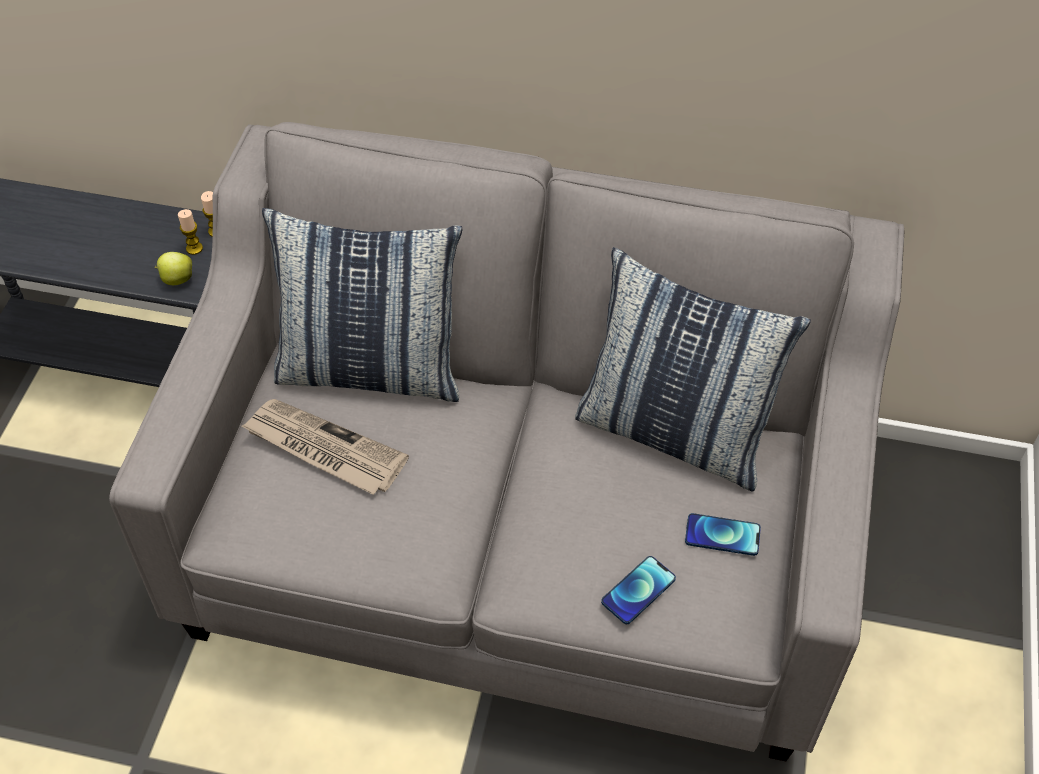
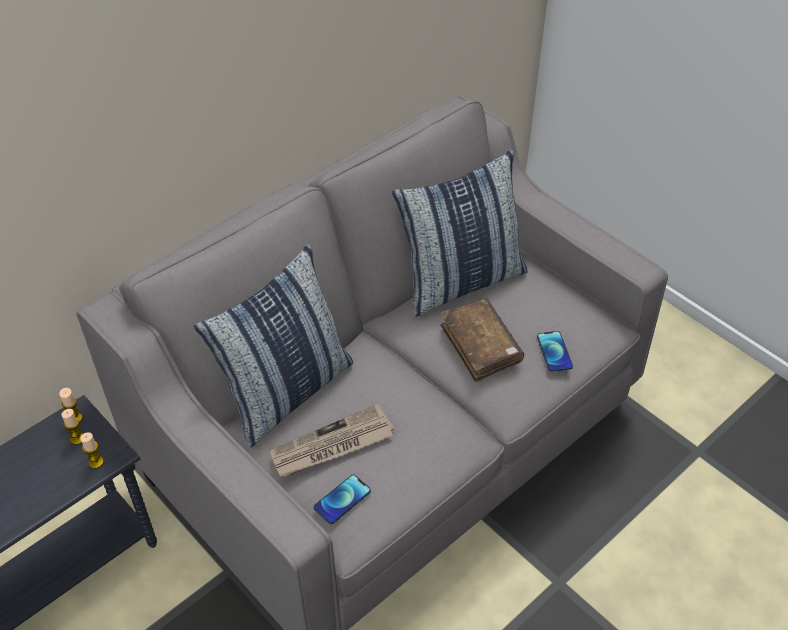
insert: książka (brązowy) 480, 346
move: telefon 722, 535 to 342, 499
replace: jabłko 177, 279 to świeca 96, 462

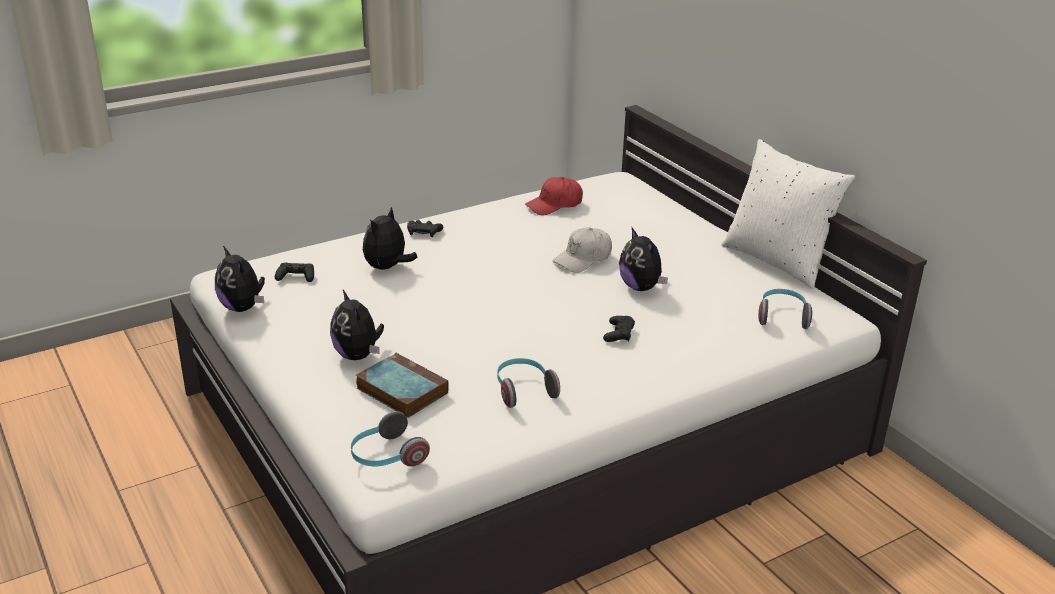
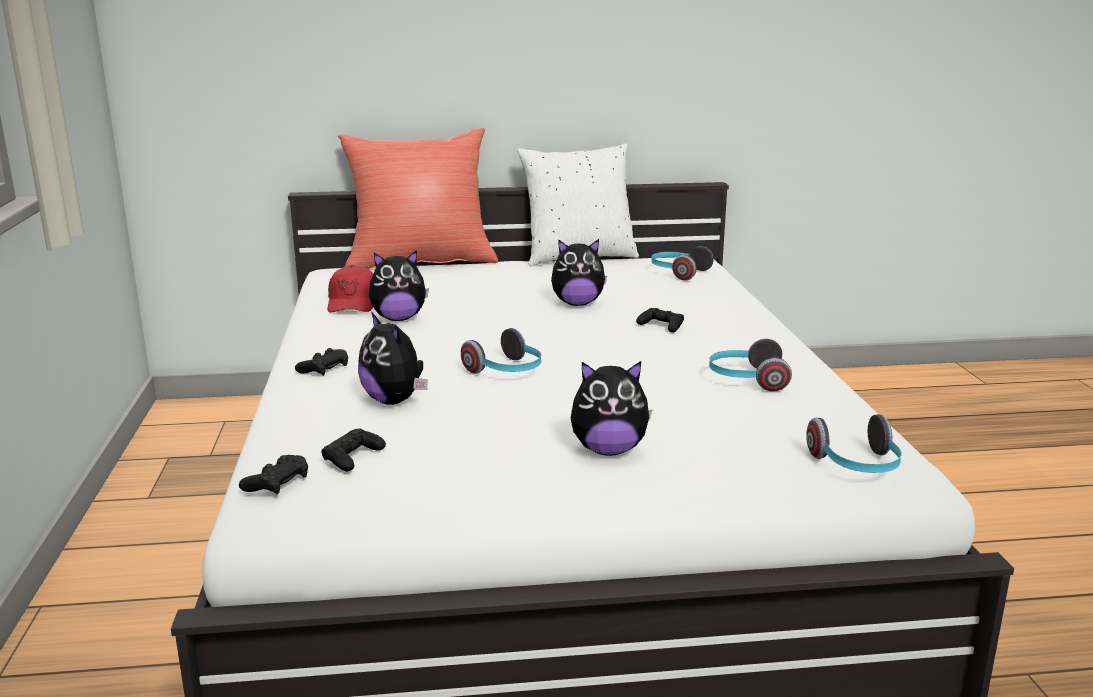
delete: czapka z daszkiem (biały) 583, 259; książka 400, 390
insert: poduszka (czerwony) 420, 262; słuchawki 507, 371; pad do gier (czarny) 277, 482
move: pluszak 243, 307 to 398, 318

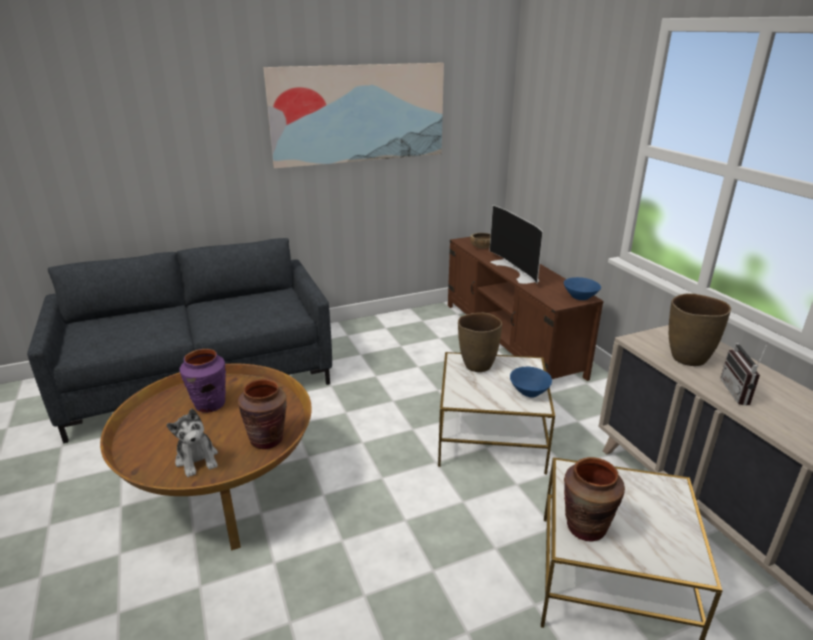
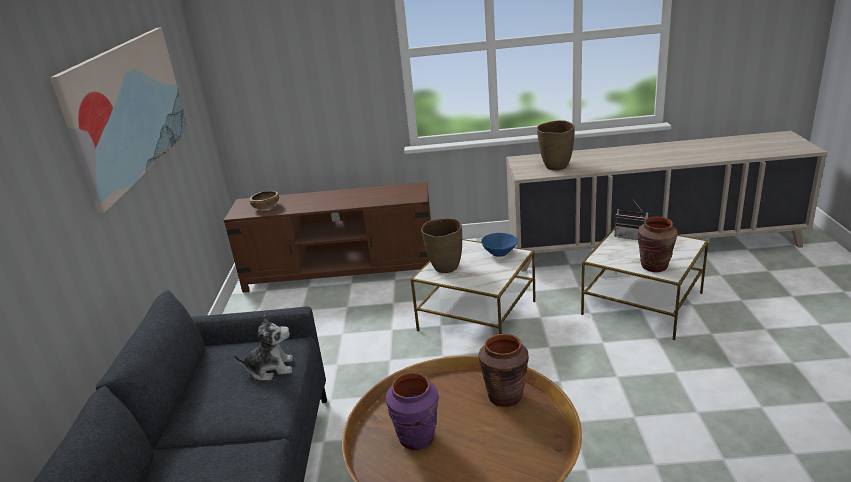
delete: telewizor 517, 270; miska (niebieski) 580, 298
move: radio 740, 393 to 632, 236; pluszak 197, 459 to 270, 368

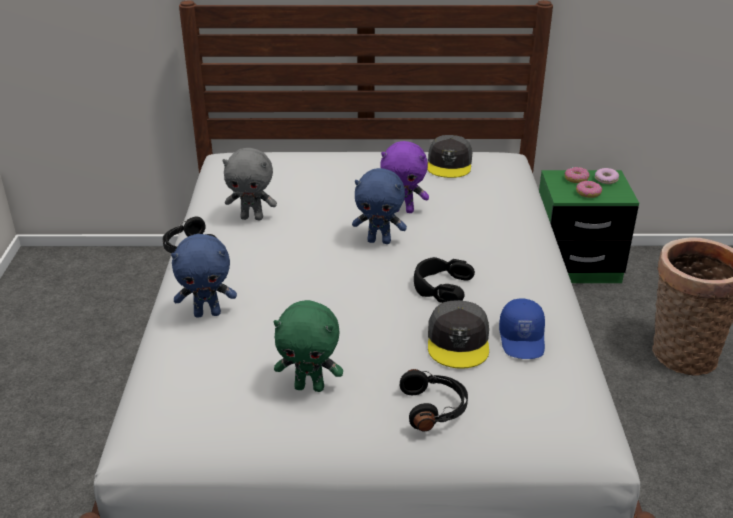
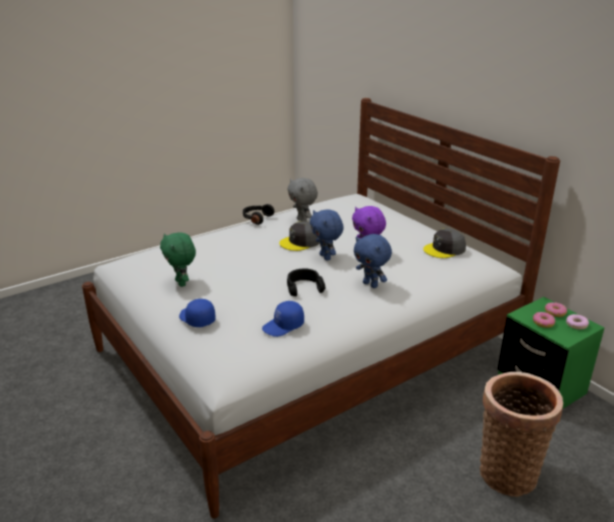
move: pluszak (niebieski) 208, 313 to 371, 284; czapka z daszkiem (szary) 458, 342 to 300, 242
replace: słuchawki (czarny) 434, 408 to czapka z daszkiem (niebieski) 196, 319

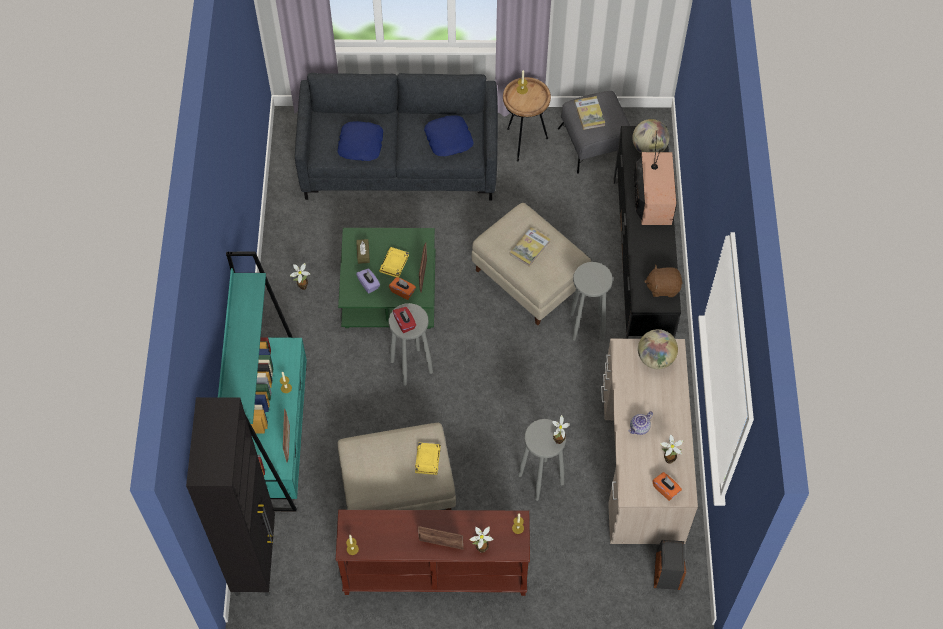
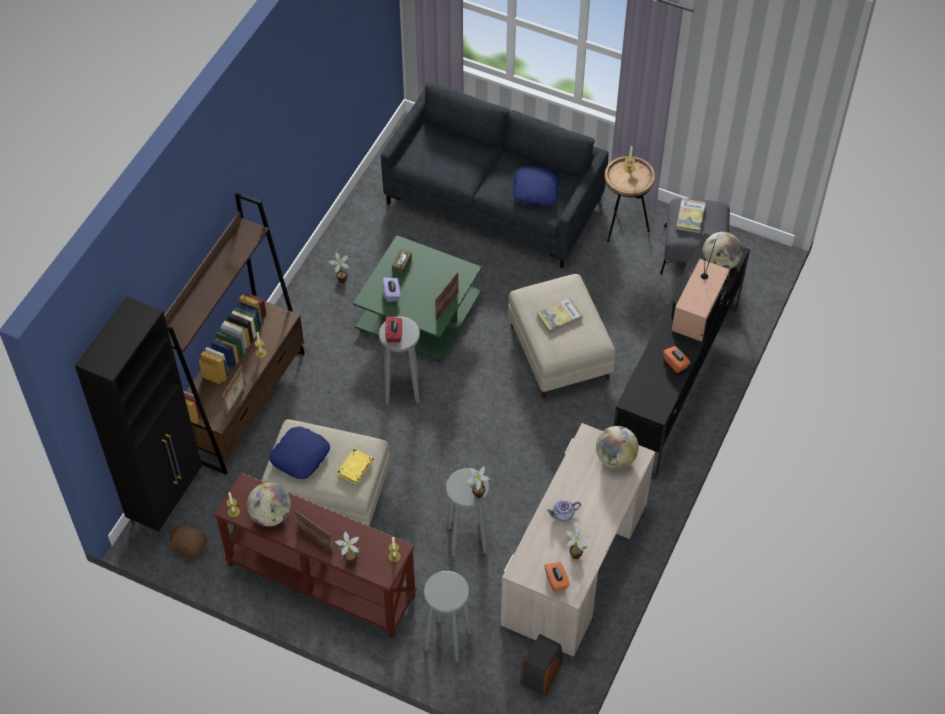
delete: książka (żółty) 394, 264
insert: globus 271, 515
move: poduszka (niebieski) 361, 145 to 300, 456; stołek (szary) 586, 326 to 447, 639; pluszak (brązowy) 663, 287 to 189, 546; pudełko chusteczek (pomarańczowy) 402, 291 to 675, 363
recolor: regał (turkusowy) 276, 437 to regał (brązowy) 244, 402

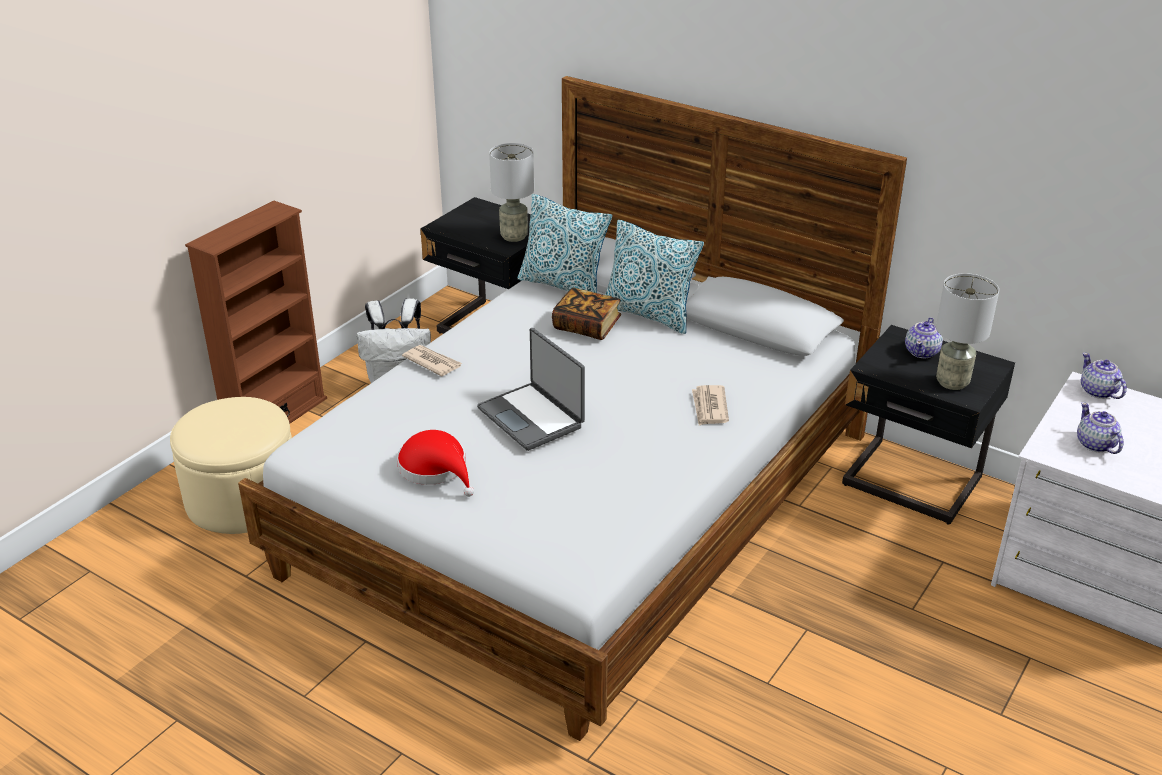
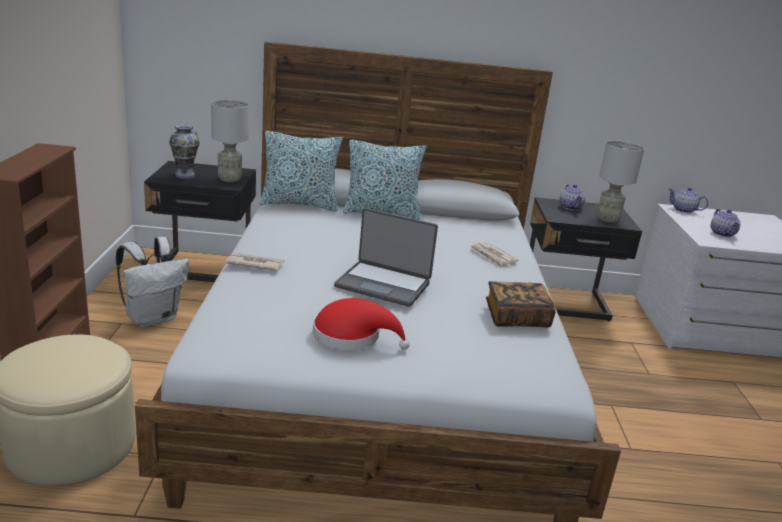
insert: wazon 185, 175
move: książka 586, 326 to 516, 318
rotate: imbryk 1095, 445 = 722, 233 135 degrees counterclockwise

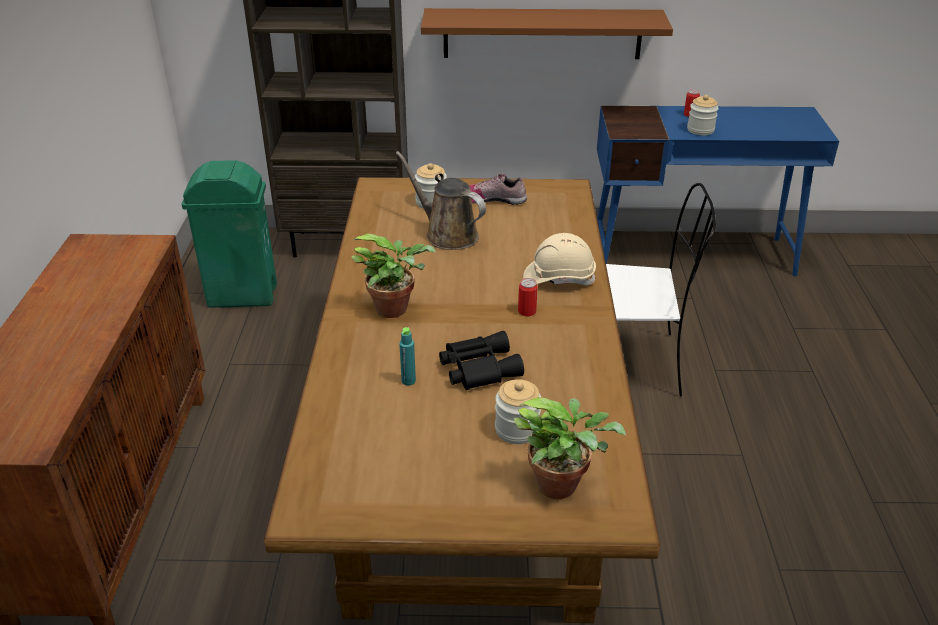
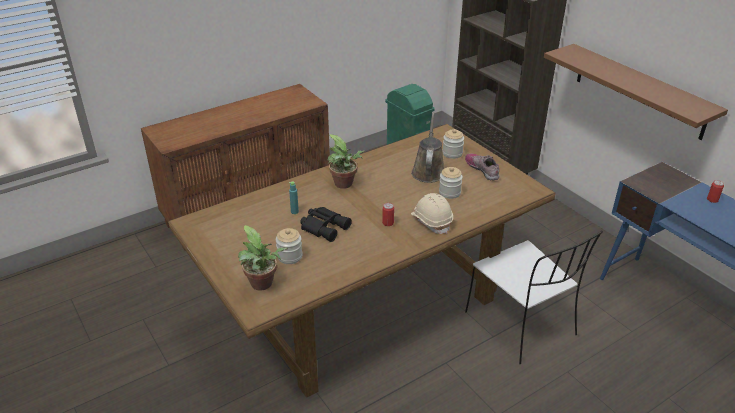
move: słoik 700, 130 to 449, 192

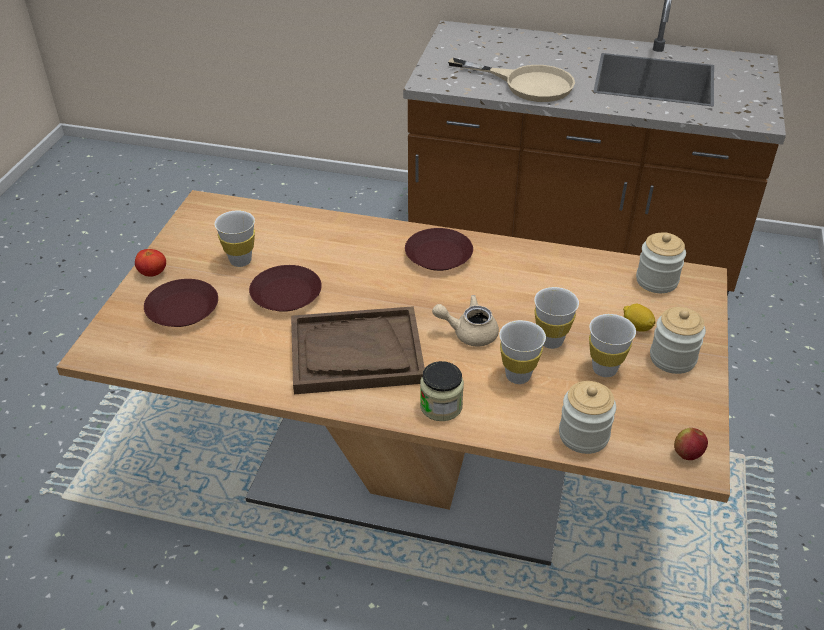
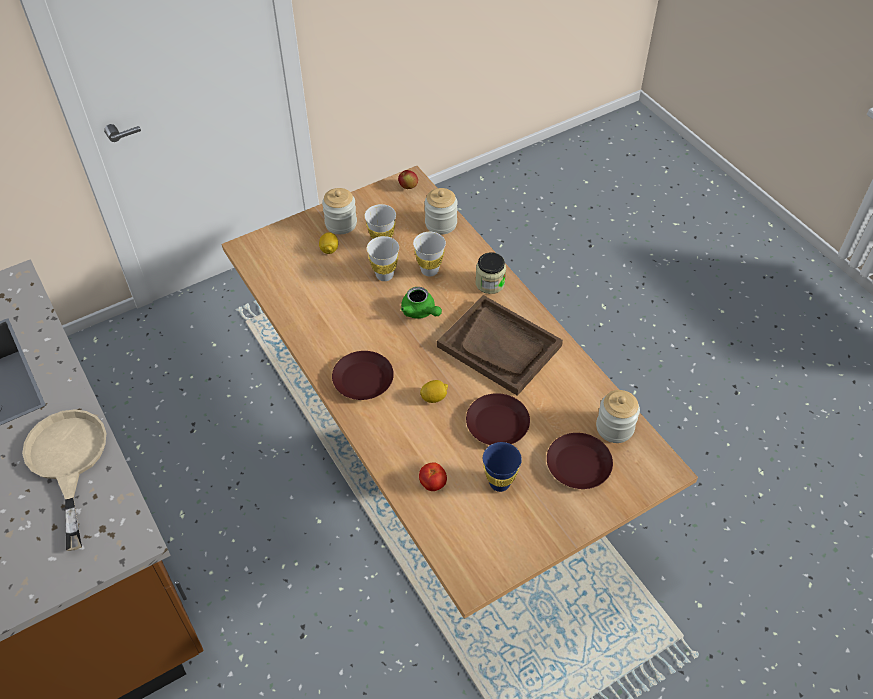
insert: cytryna 434, 397
move: słoik 656, 281 to 614, 428; pomidor 153, 273 to 433, 484
recolor: filiżanka (biały) 240, 260 to filiżanka (niebieski) 499, 483; imbryk (beżowy) 468, 332 to imbryk (zielony) 420, 312

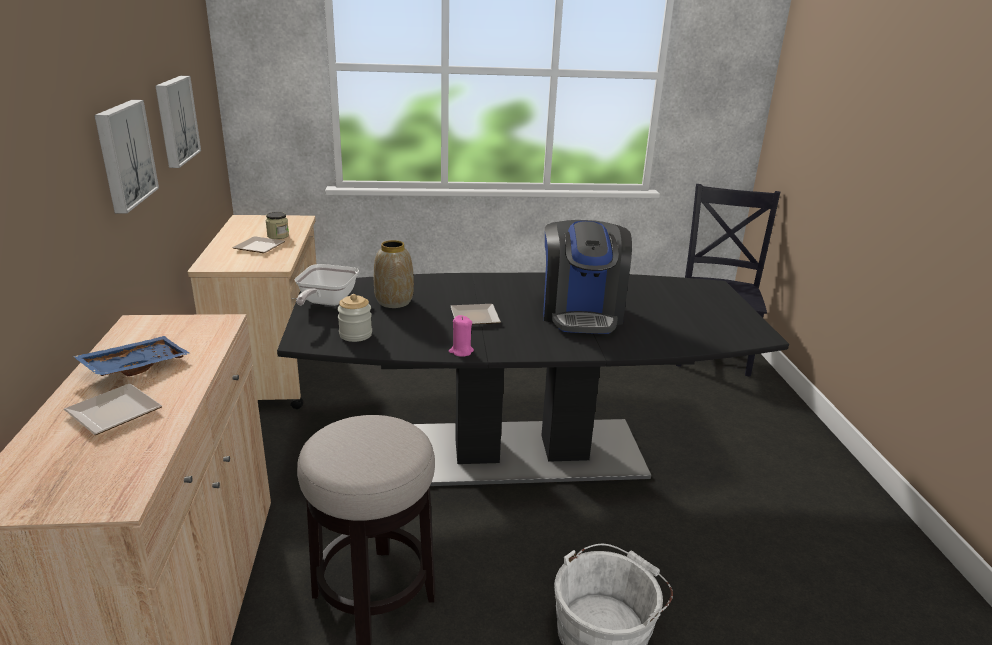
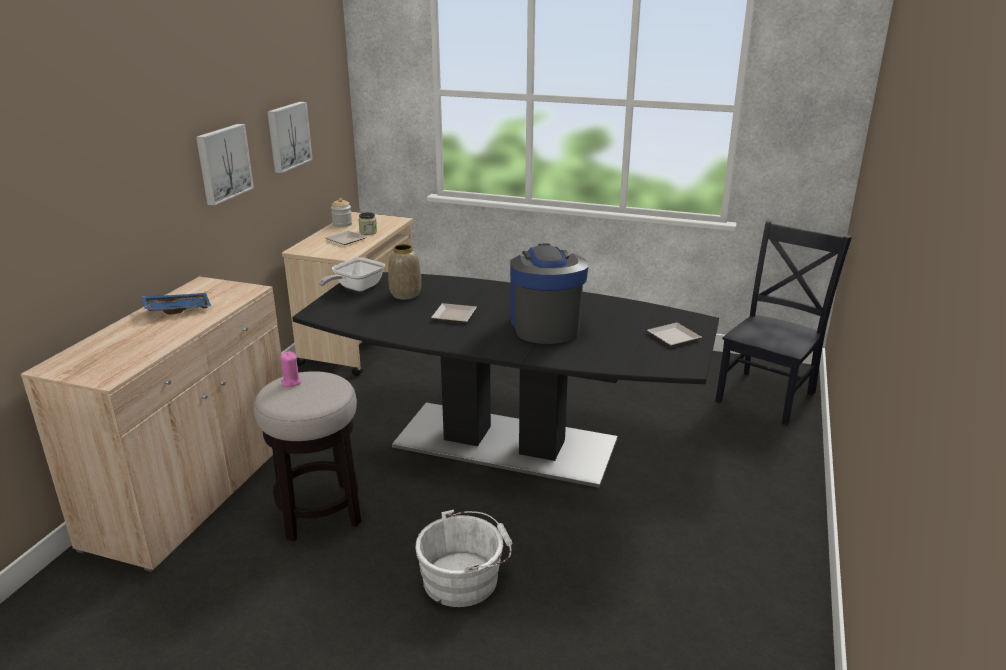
move: słoik 355, 335 to 342, 224; świeca (różowy) 461, 351 to 291, 382; talerz 111, 413 to 671, 336
rotate: ekspres do kawy 581, 313 = 545, 325 150 degrees clockwise

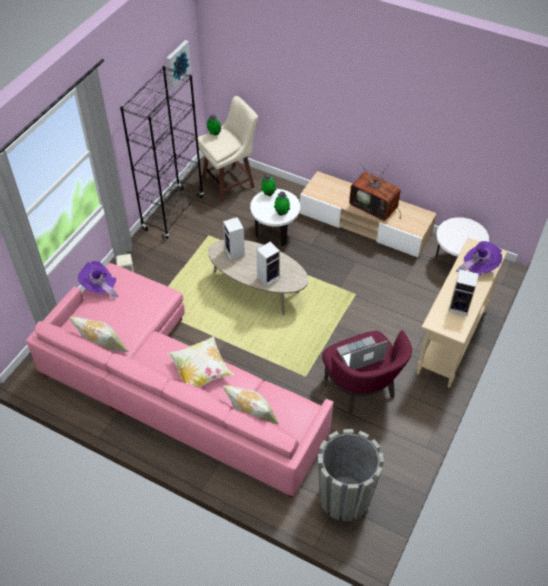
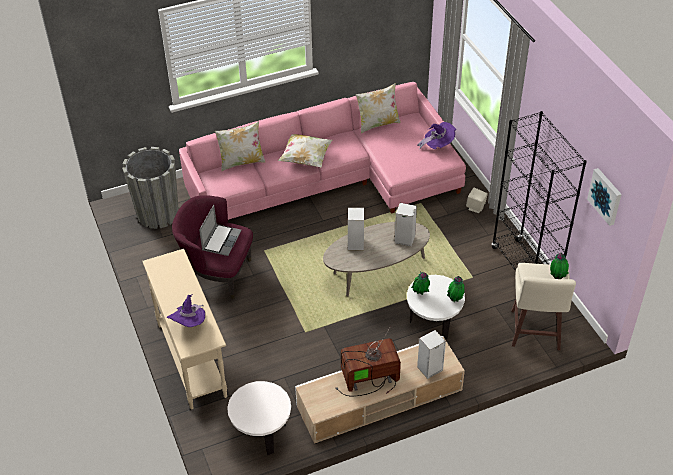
move: głośnik 460, 307 to 429, 369

